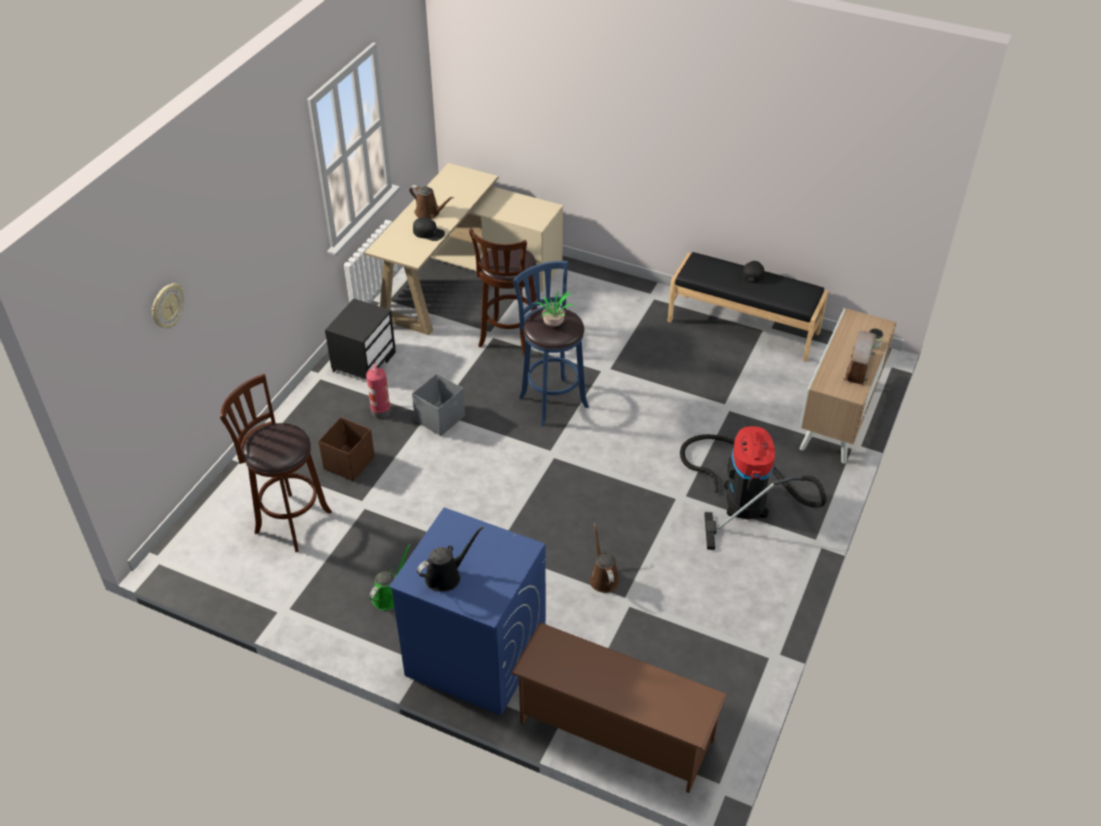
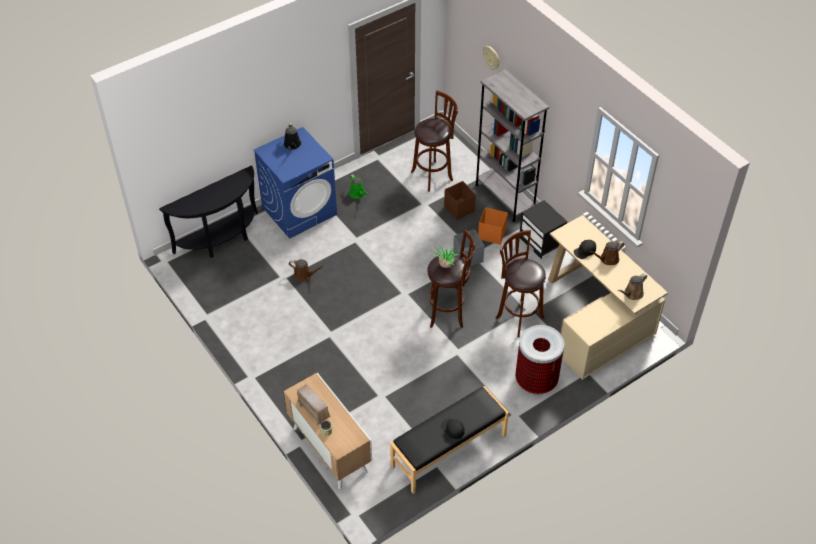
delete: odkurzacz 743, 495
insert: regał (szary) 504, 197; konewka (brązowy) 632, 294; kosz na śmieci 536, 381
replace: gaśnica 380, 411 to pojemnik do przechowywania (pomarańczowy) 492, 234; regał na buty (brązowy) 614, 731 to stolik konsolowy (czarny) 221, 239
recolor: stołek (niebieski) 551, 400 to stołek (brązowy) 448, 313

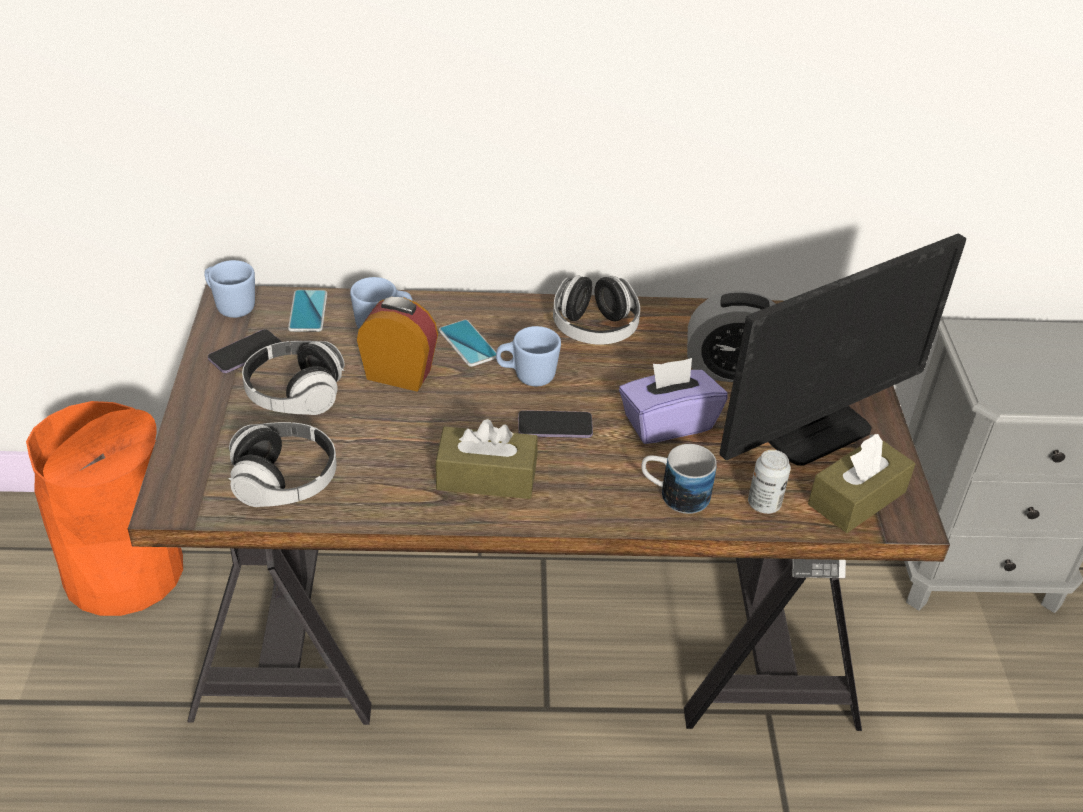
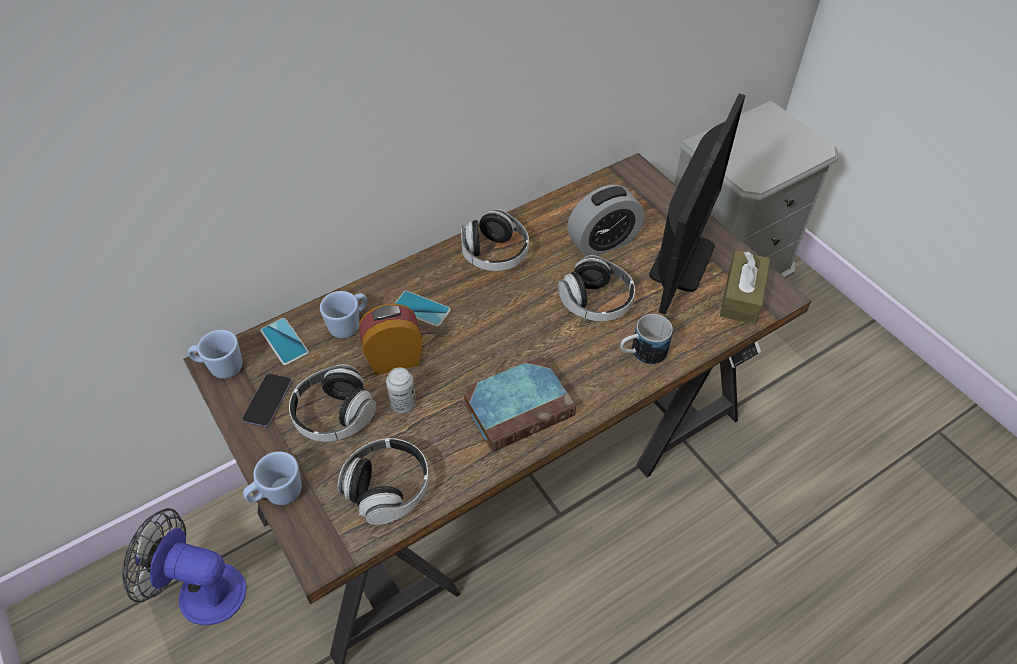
delete: telefon 555, 426
move: kubek (niebieski) 527, 376 to 277, 495; puszka 764, 504 to 403, 404
replace: pudełko chusteczek (fioletowy) 667, 423 to słuchawki 596, 302; kosz na śmieci (pomarańczowy) 123, 571 to wentylator 200, 591; pudełko chusteczek (brązowy) 486, 477 to książka 519, 406

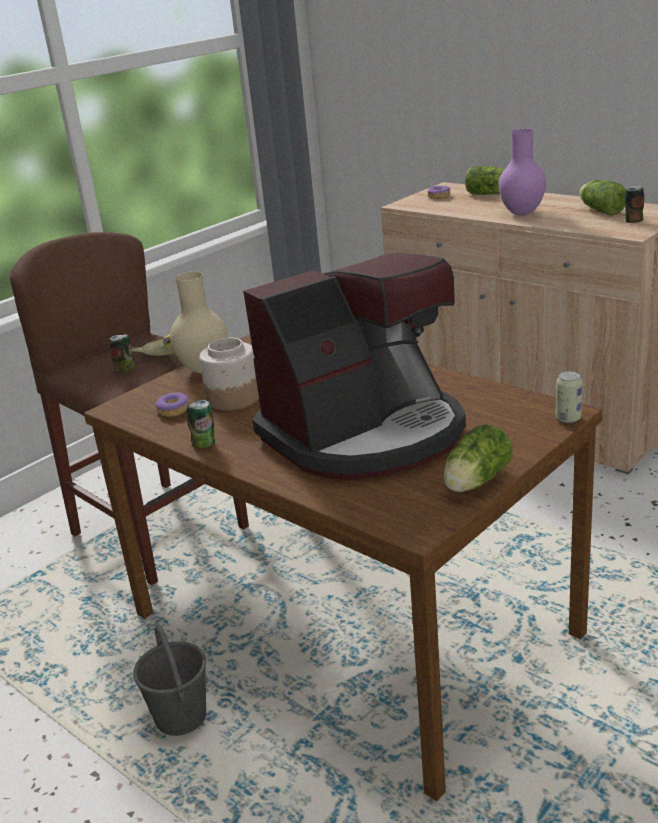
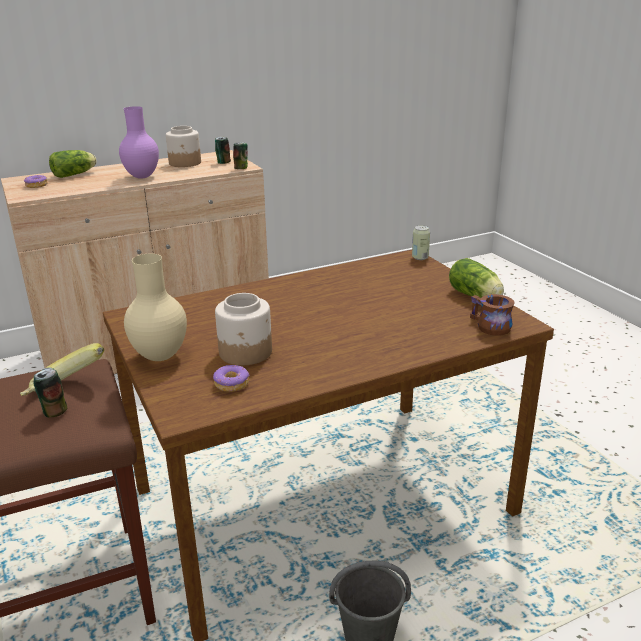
delete: ekspres do kawy 366, 434
insert: kubek (brązowy) 488, 327
move: puszka 205, 444 to 241, 168
replace: sałata 600, 210 to słoik 185, 163

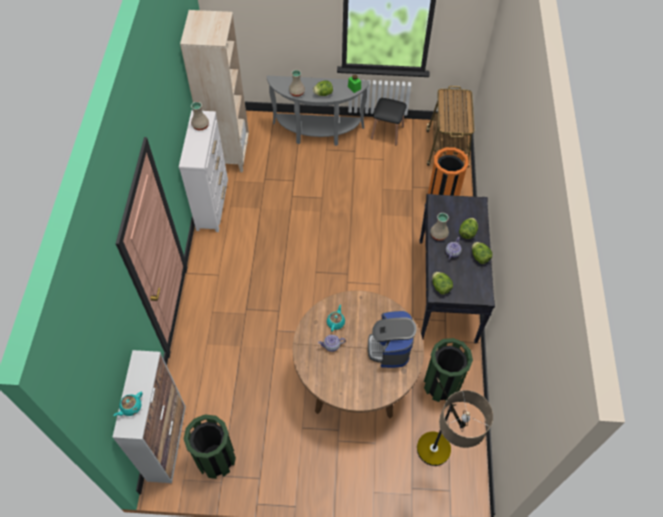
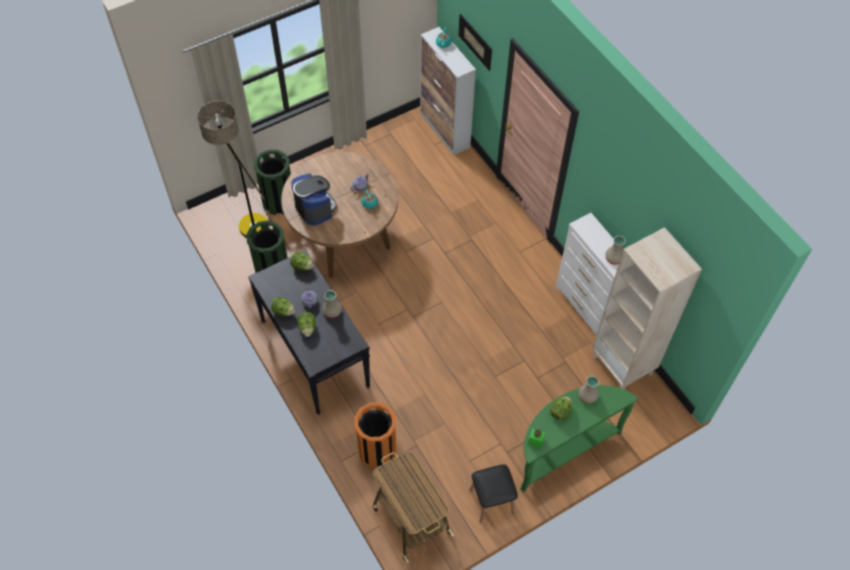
insert: obraz 475, 42
move: kosz na śmieci (zielony) 216, 459 to 279, 202
recolor: stolik konsolowy (szary) 317, 133 to stolik konsolowy (zielony) 562, 450

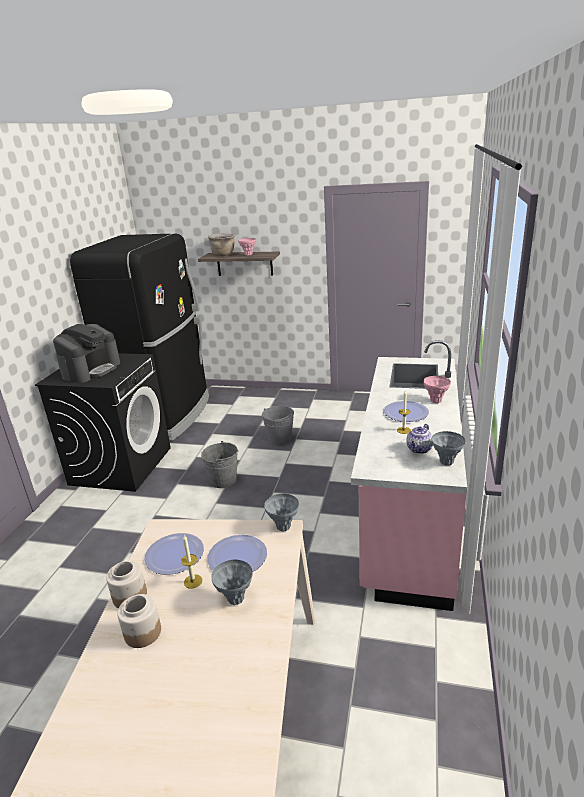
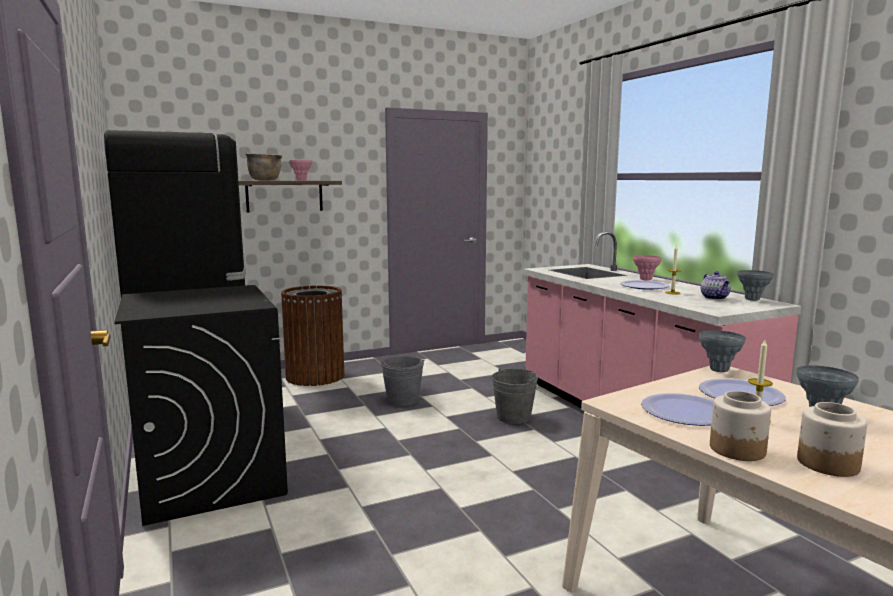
delete: ekspres do kawy 91, 370
insert: kosz na śmieci (brązowy) 315, 376
move: wiadro (szary) 223, 480 to 513, 417

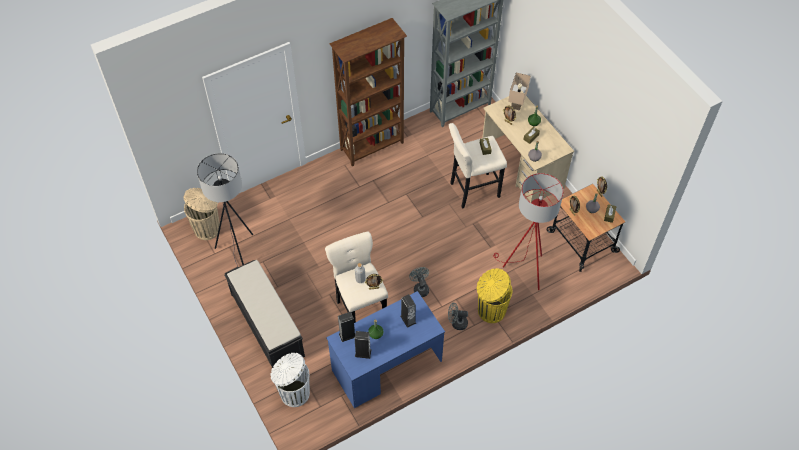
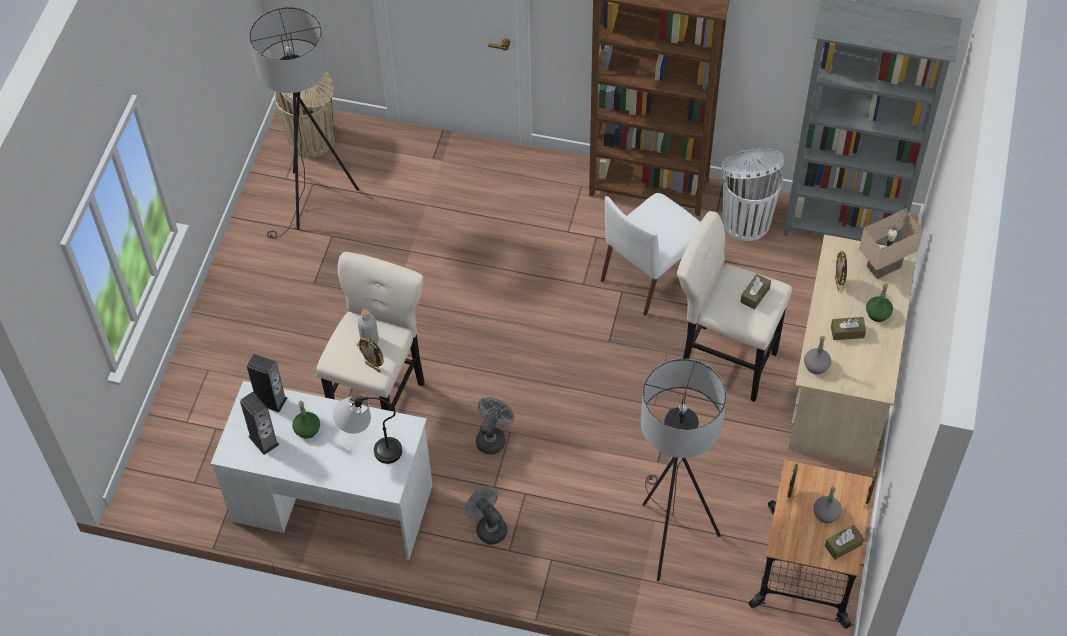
delete: ławka (czarny) 267, 324; kosz na śmieci (żółty) 490, 311
insert: krzesło (biały) 650, 273
move: kosz na śmieci (biały) 294, 393 to 745, 220
replace: głośnik 408, 319 to lampa stołowa 369, 446
recolor: lampa stojąca (czerwony) 523, 270 to lampa stojąca (szary) 668, 535; biurko (niebieski) 386, 366 to biurko (biały) 332, 503

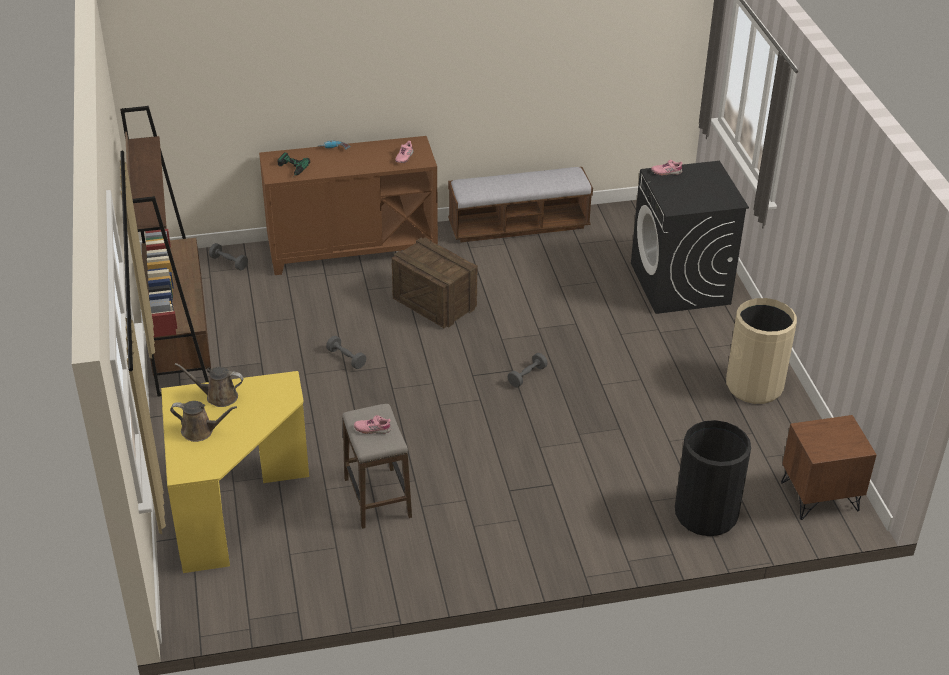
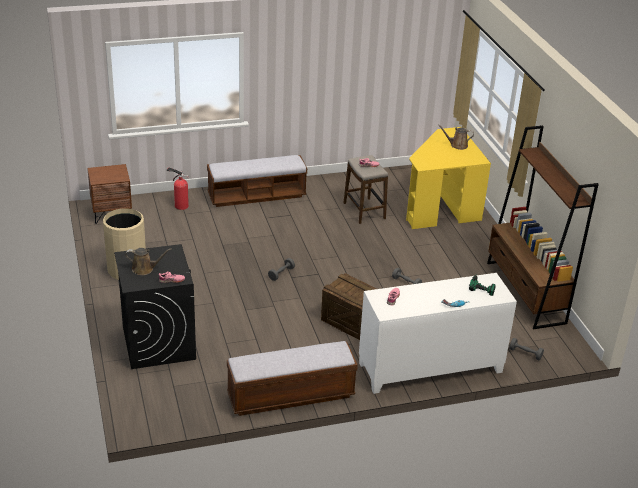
insert: ławka 257, 196
move: konewka (brązowy) 218, 396 to 145, 269
replace: kosz na śmieci (czarny) 706, 514 to gaśnica 180, 205
recolor: szafka (brązowy) 352, 249 to szafka (biały) 430, 368

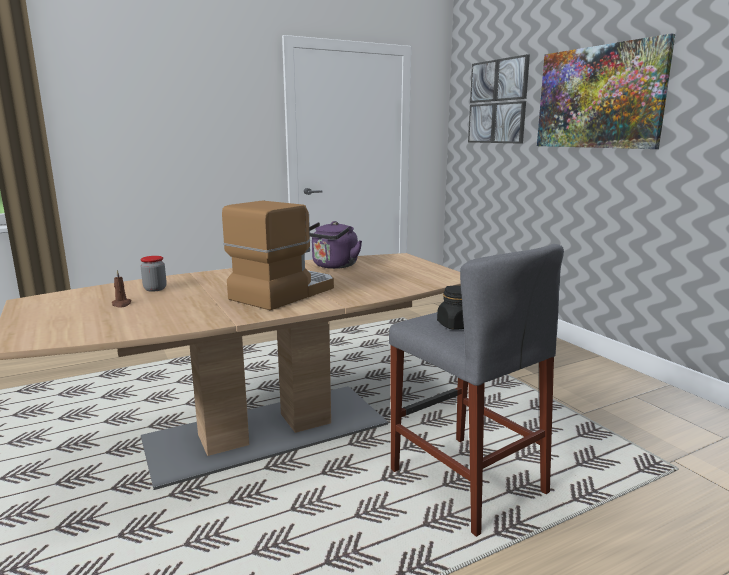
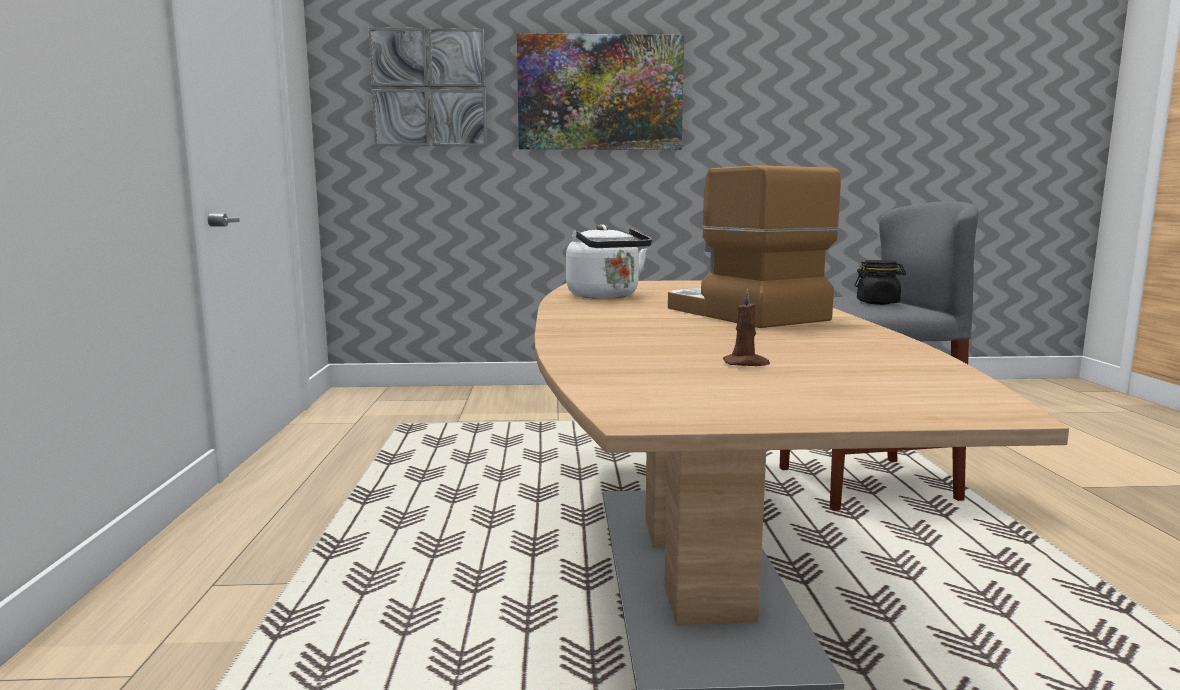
delete: słoik 155, 289
recolor: czajnik (fioletowy) 333, 266 to czajnik (biały) 606, 296

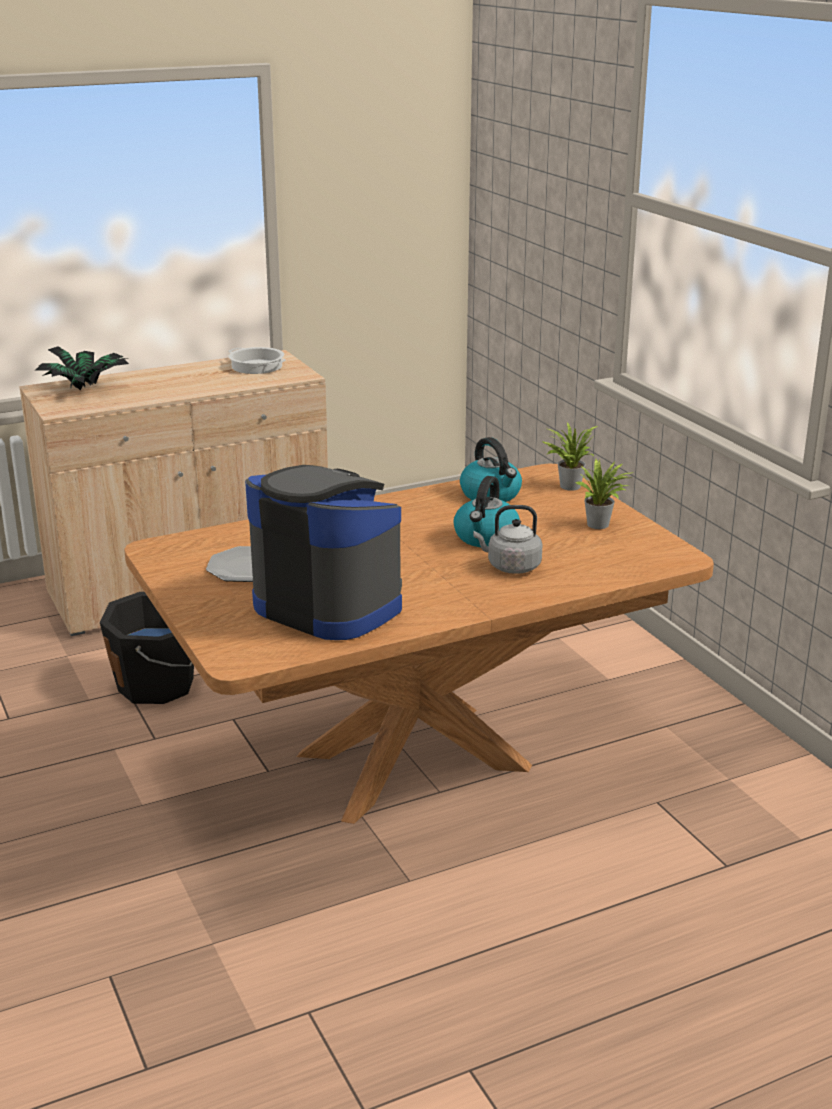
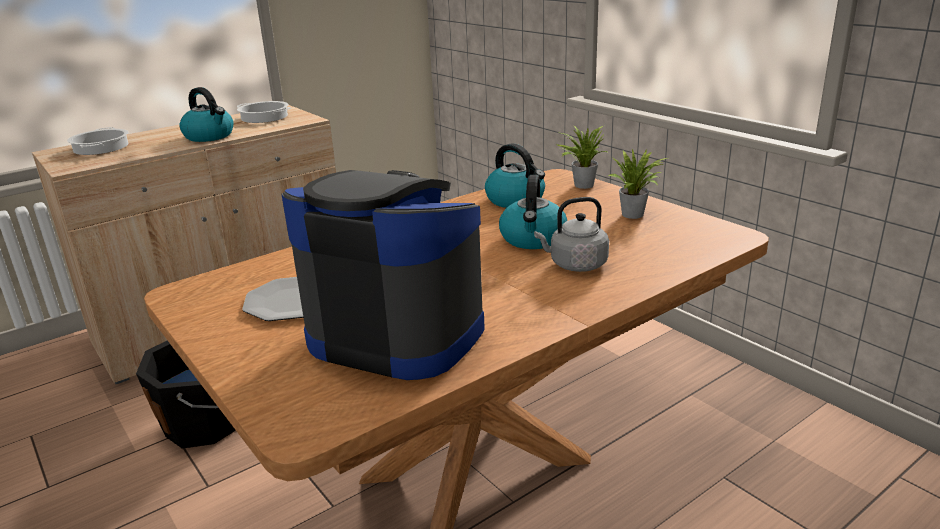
insert: czajnik 210, 136
replace: roślina doniczkowa 86, 388 to garnek 100, 147

